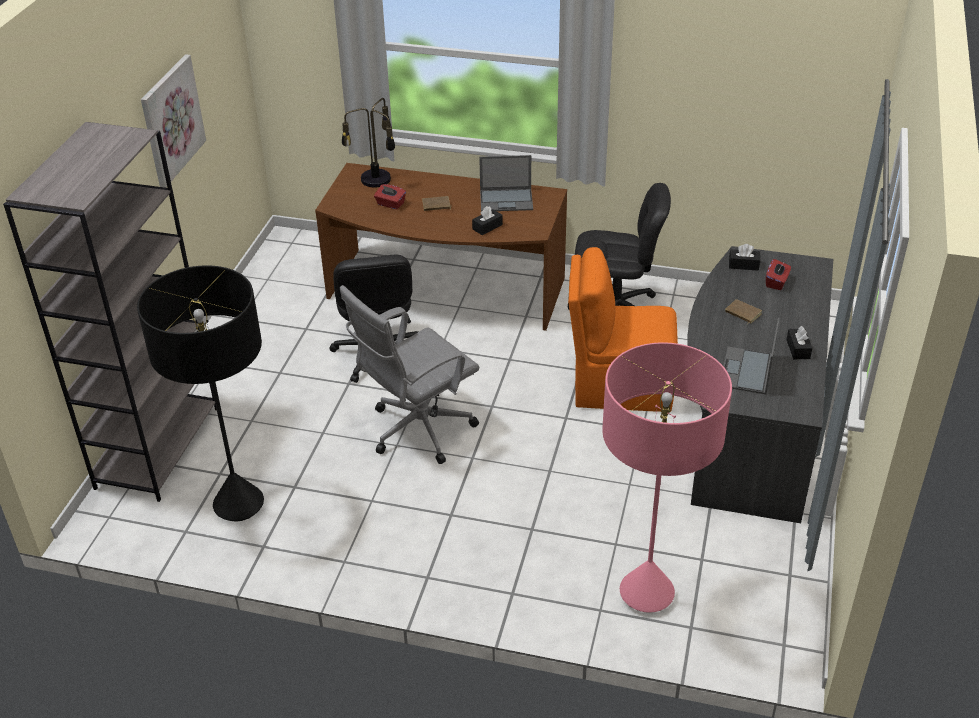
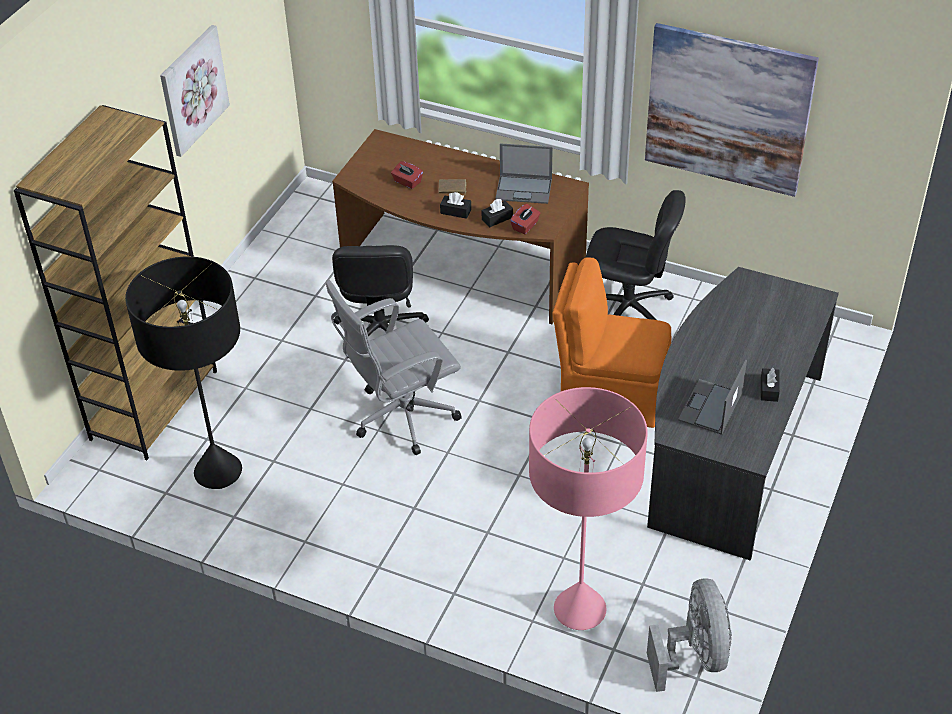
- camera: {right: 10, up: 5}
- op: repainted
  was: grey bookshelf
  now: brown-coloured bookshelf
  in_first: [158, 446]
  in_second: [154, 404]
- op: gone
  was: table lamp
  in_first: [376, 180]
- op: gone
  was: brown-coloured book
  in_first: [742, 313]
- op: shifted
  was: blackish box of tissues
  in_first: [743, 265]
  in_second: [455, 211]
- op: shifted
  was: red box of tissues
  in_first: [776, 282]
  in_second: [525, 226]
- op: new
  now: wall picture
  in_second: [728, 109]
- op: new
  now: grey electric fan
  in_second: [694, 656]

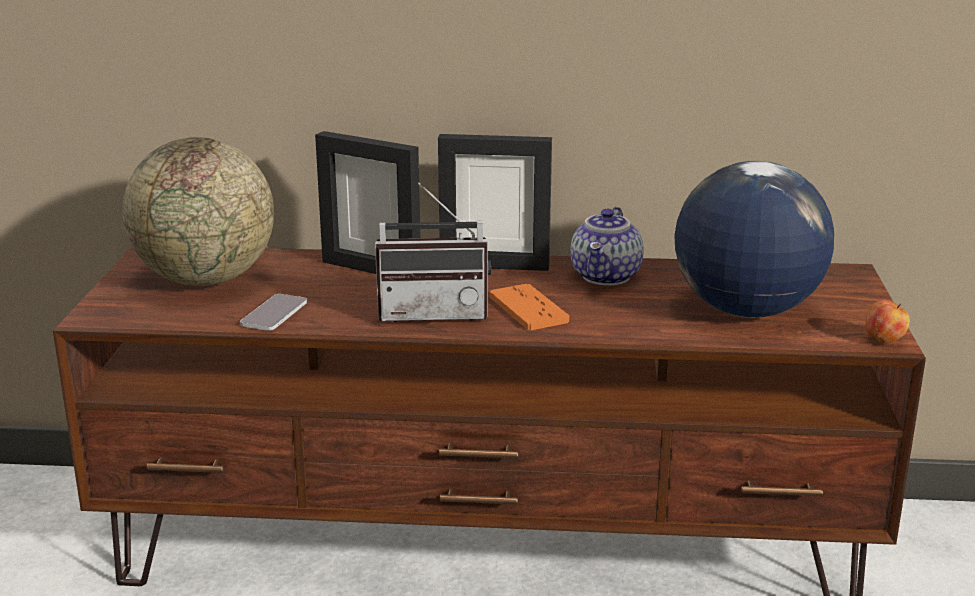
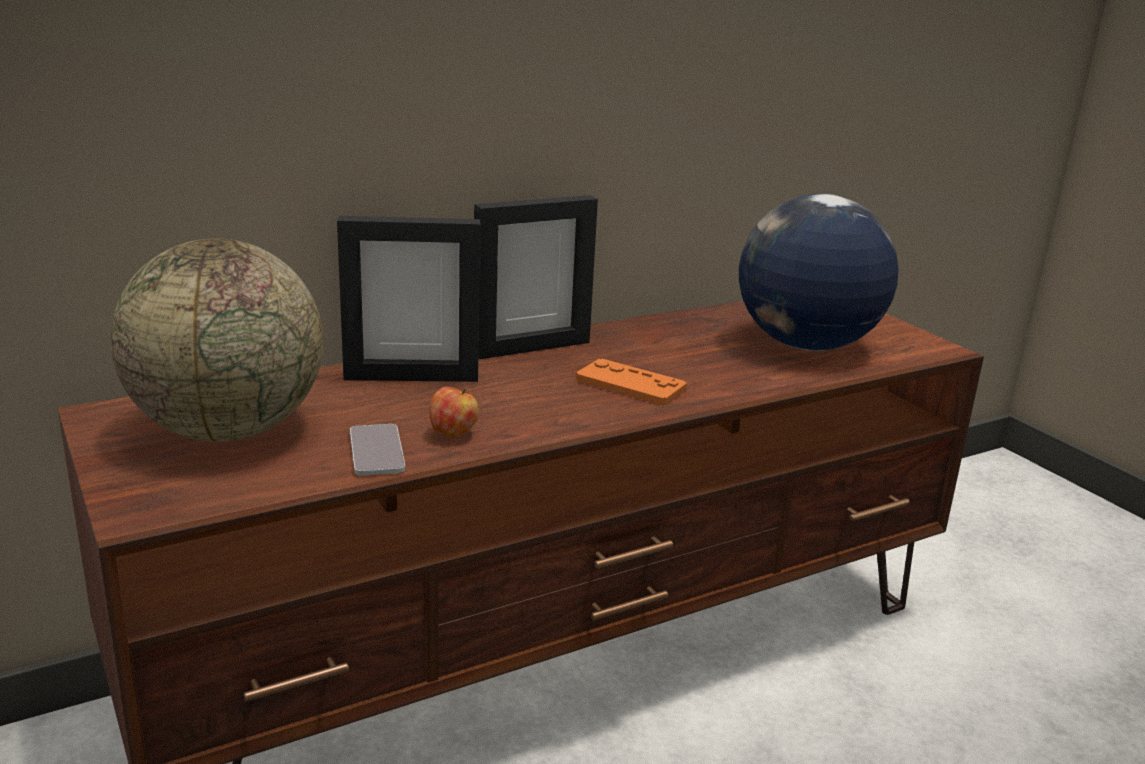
- camera: {right: -35, up: 0}
- op: gone
  was: radio
  in_first: [434, 313]
- op: gone
  was: pot for tea
  in_first: [607, 277]
- op: shifted
  was: apple
  in_first: [884, 340]
  in_second: [453, 434]

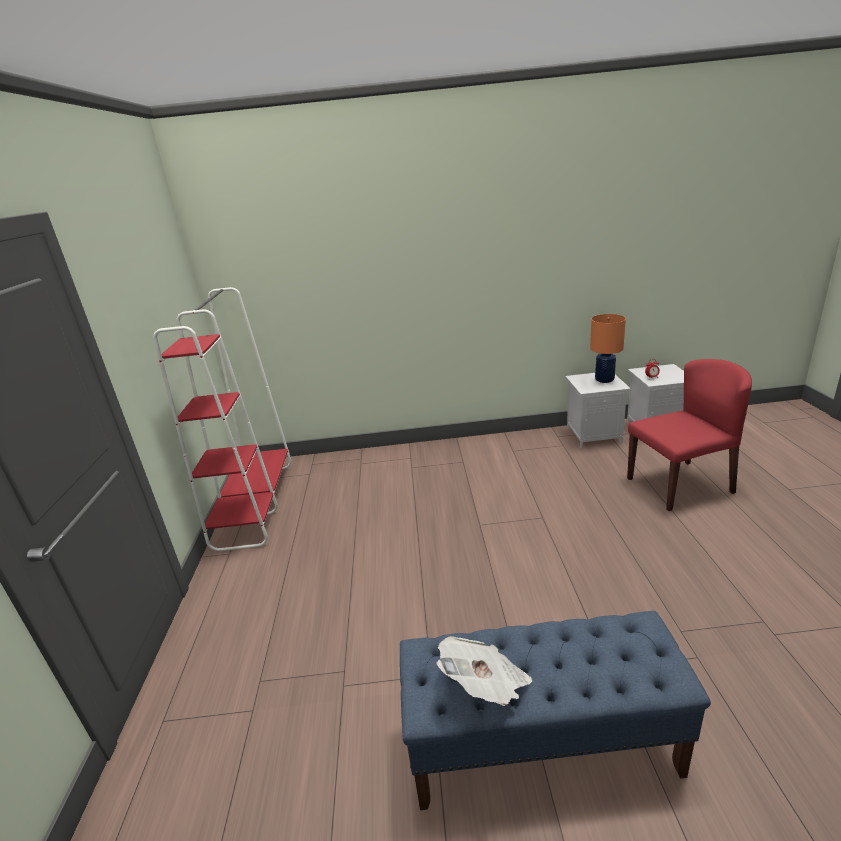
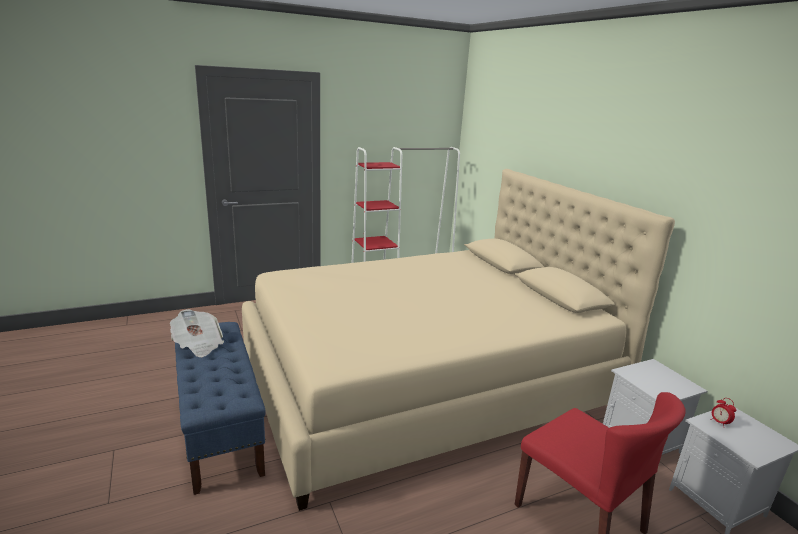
- camera: {right: 65, up: -5}
- op: gone
  was: orangey table lamp
  in_first: [604, 381]
- op: new
  now: beige bed
  in_second: [426, 381]

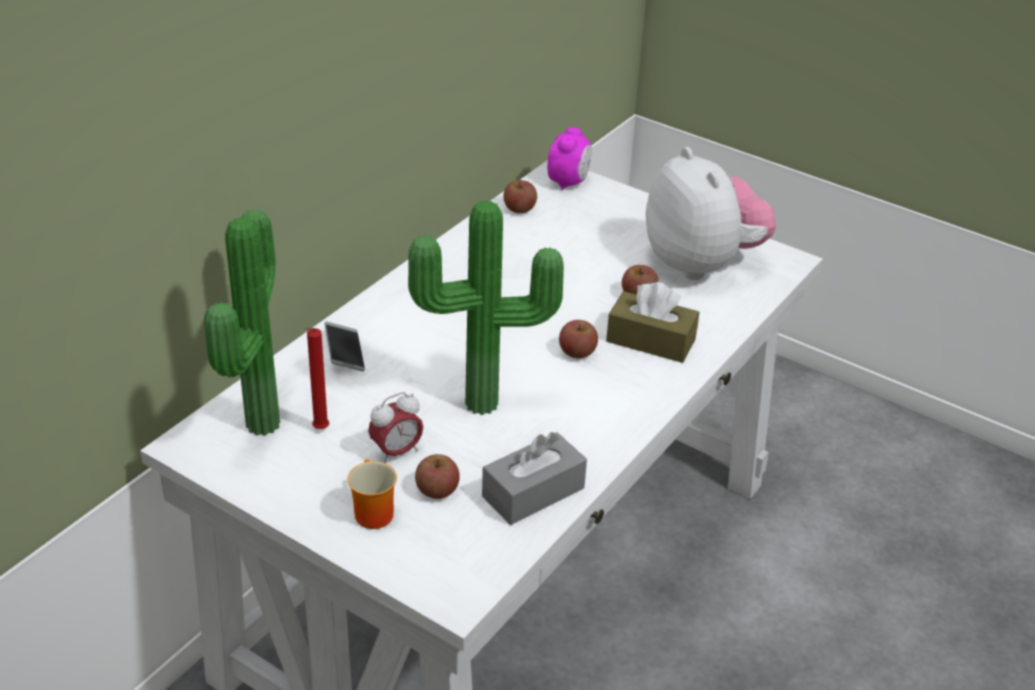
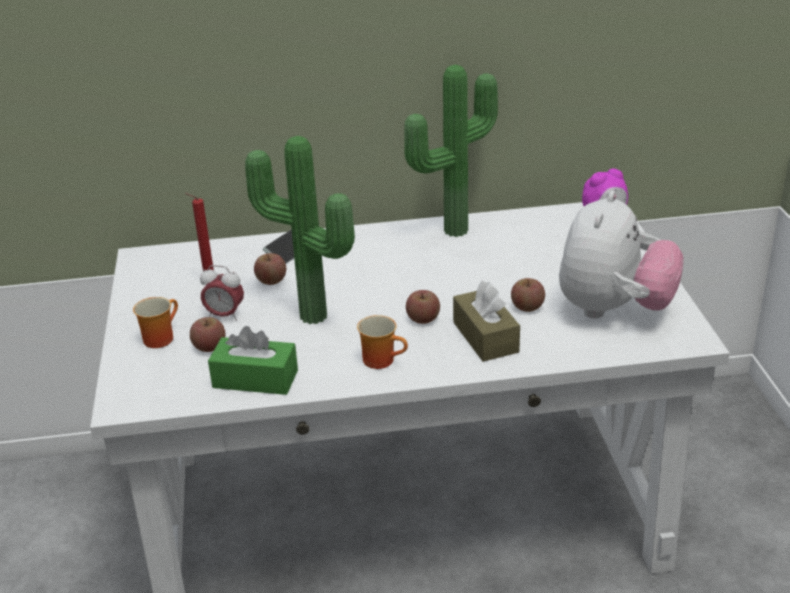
- camera: {right: 50, up: -5}
- op: shifted
  was: plant in a pot
  in_first: [256, 424]
  in_second: [452, 229]
- op: repainted
  was: grey box of tissues
  now: green-coloured box of tissues
  in_first: [533, 492]
  in_second: [255, 379]
- op: shifted
  was: apple
  in_first: [519, 209]
  in_second: [271, 280]
- op: new
  now: tea mug
  in_second: [383, 359]

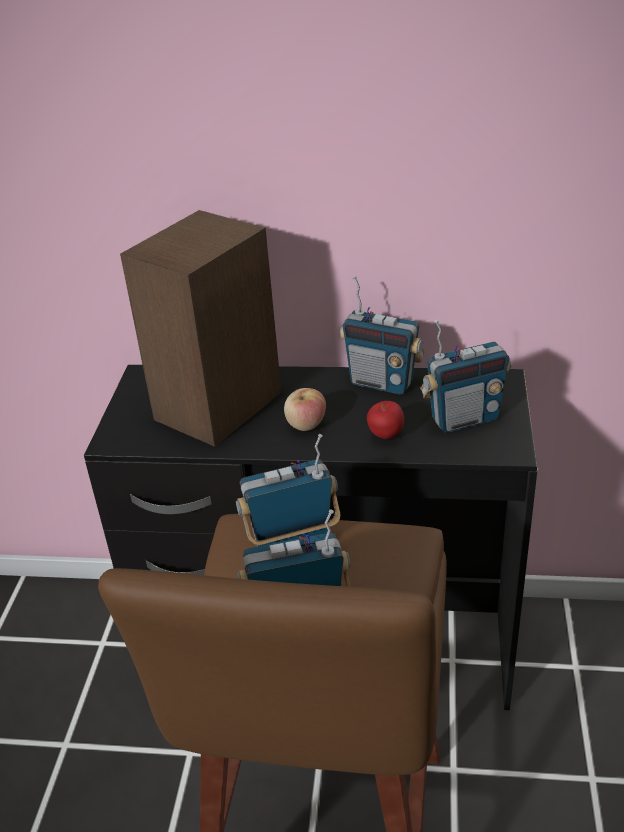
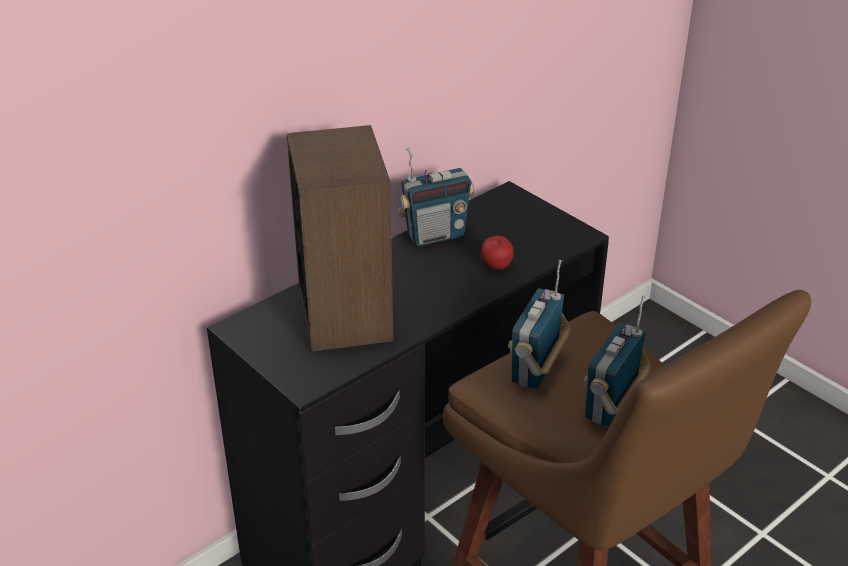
- camera: {right: -50, up: 0}
- op: gone
  was: apple
  in_first: [306, 424]
- op: gone
  was: radio
  in_first: [464, 418]

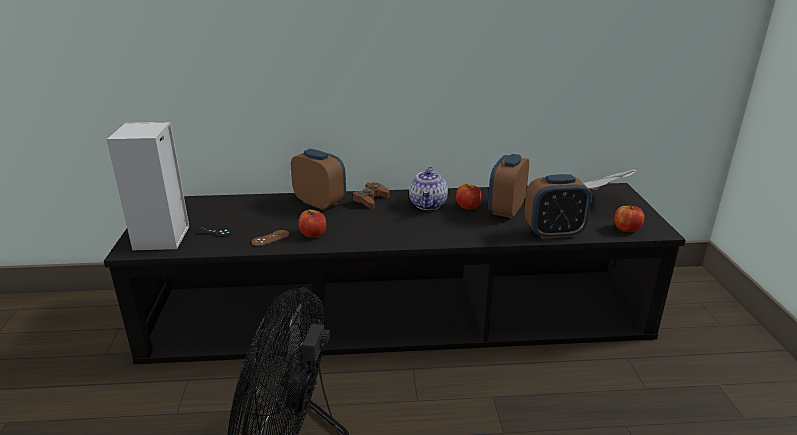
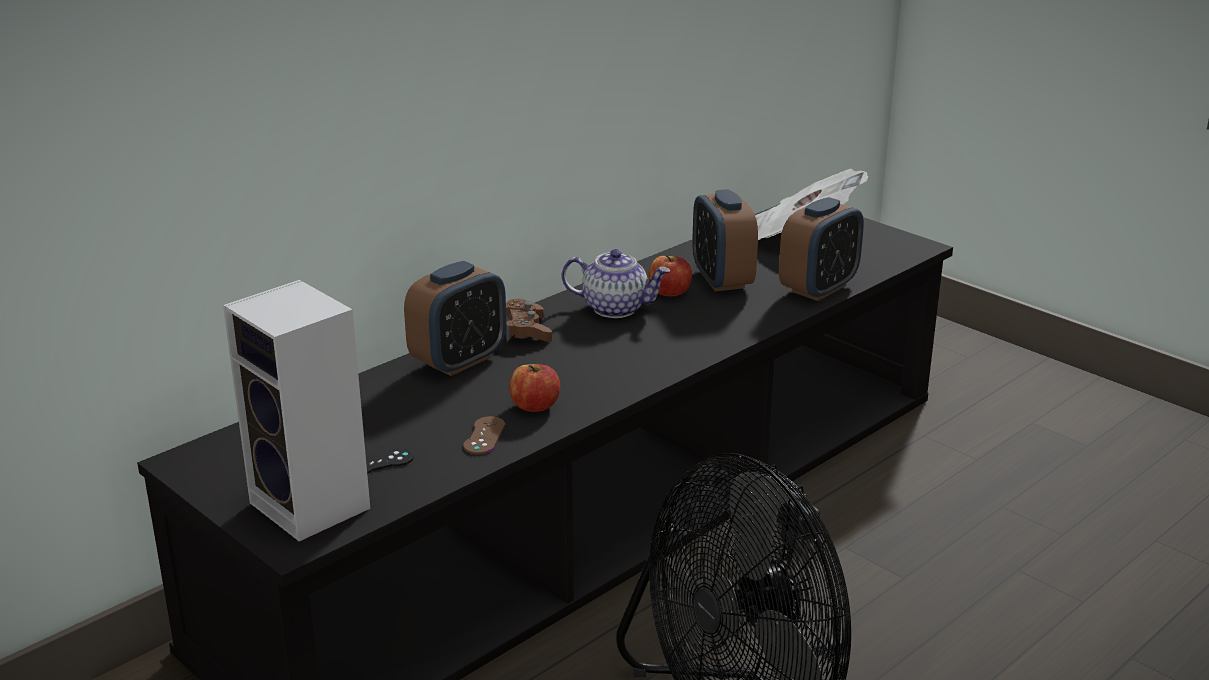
- camera: {right: -40, up: 0}
- op: rotated
  was: bedside clock
  in_first: [320, 203]
  in_second: [459, 361]
  clockwise: 135
- op: rotated
  was: pot for tea
  in_first: [428, 205]
  in_second: [616, 308]
  clockwise: -45
- op: gone
  was: apple
  in_first: [626, 229]

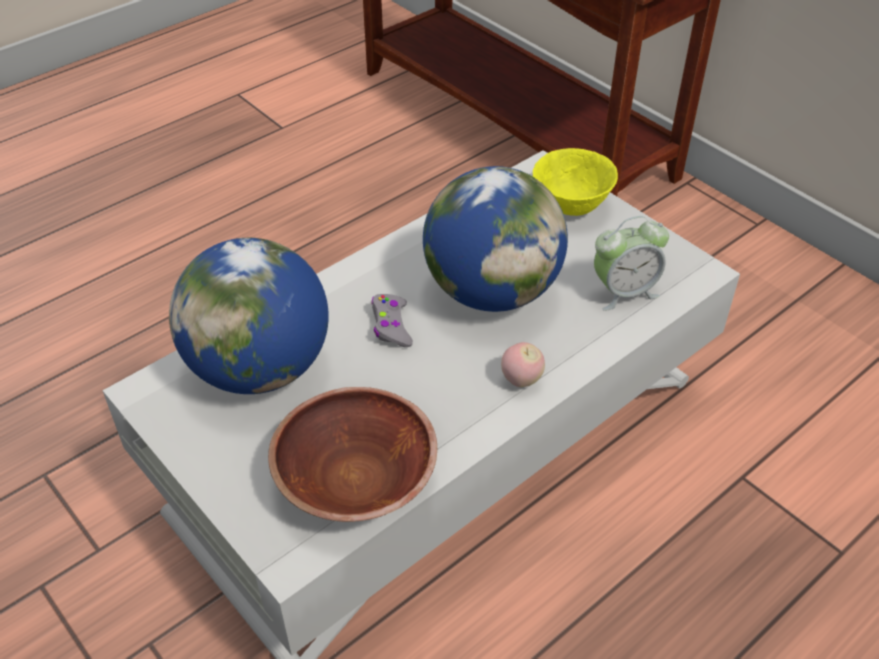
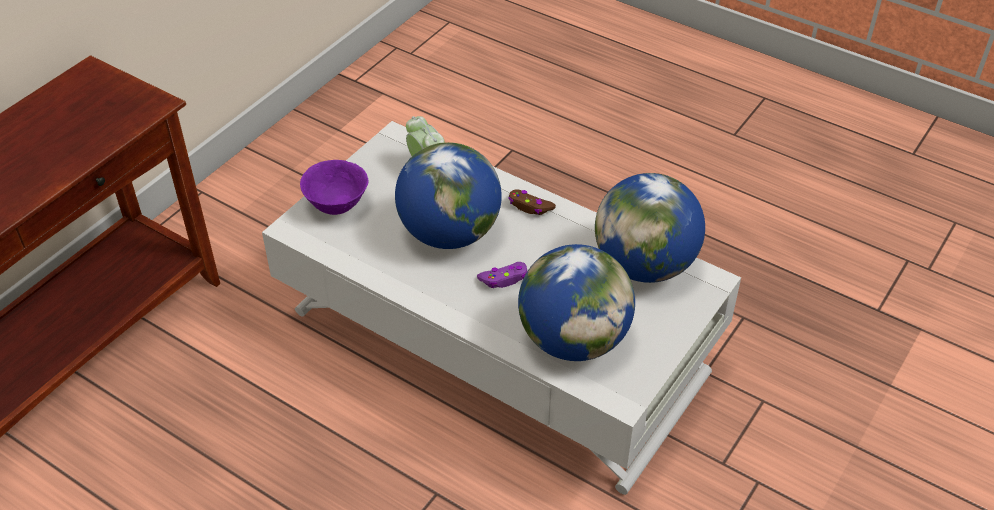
- camera: {right: -105, up: 0}
- op: swapped
  was: brown-coloured deep dish
  now: desk globe
  in_first: [356, 481]
  in_second: [644, 265]
- op: repainted
  was: grey game controller
  now: purplish game controller
  in_first: [391, 326]
  in_second: [504, 279]
- op: swapped
  was: apple
  now: brown-coloured game controller
  in_first: [521, 380]
  in_second: [530, 206]
- op: repainted
  was: yellow deep dish
  now: purplish deep dish
  in_first: [570, 206]
  in_second: [337, 206]

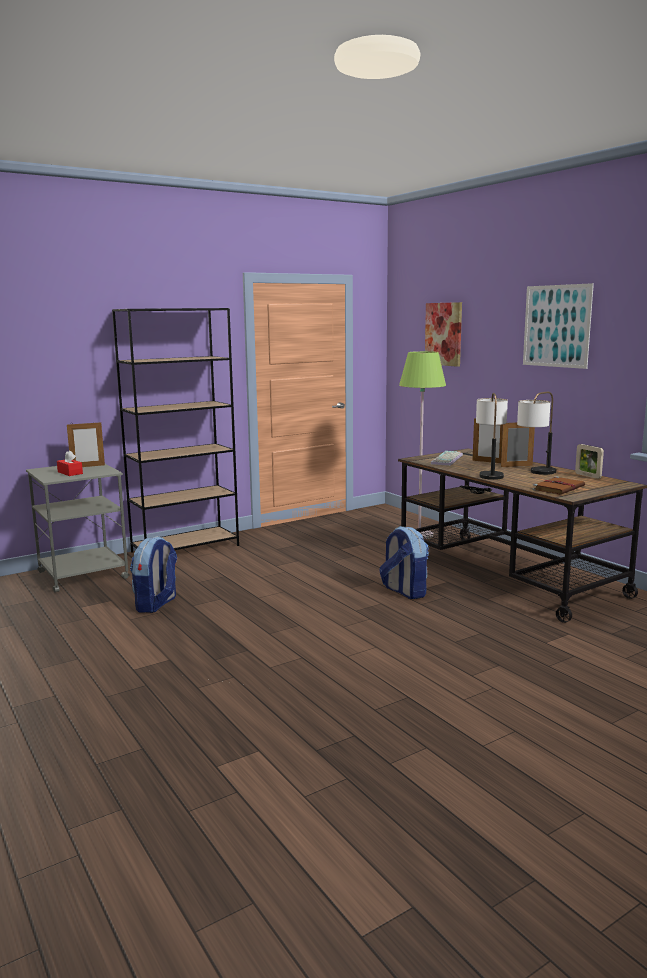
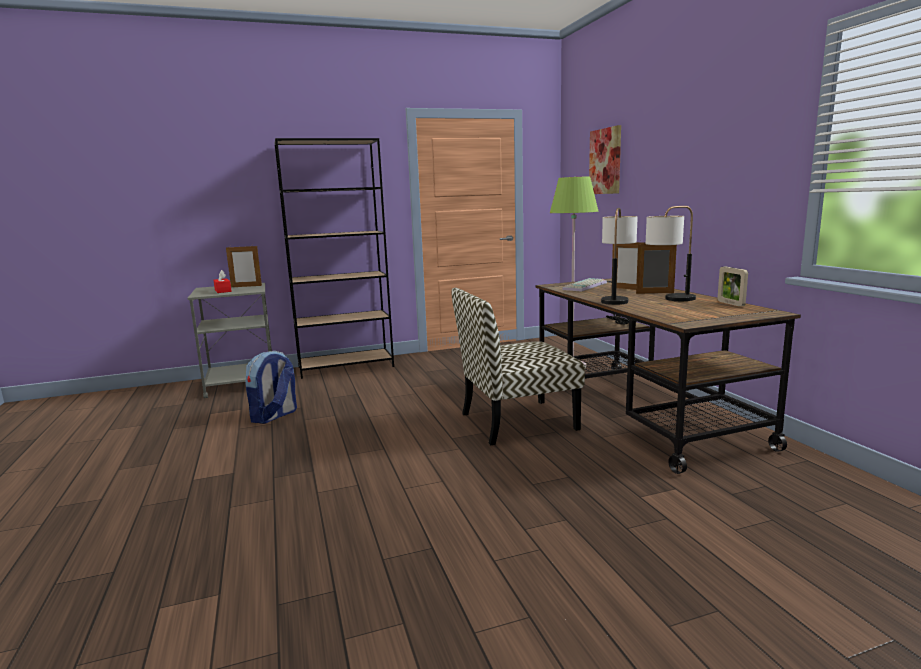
- camera: {right: 15, up: 0}
- op: swapped
  was: knapsack
  now: chair
  in_first: [404, 591]
  in_second: [516, 422]
- op: gone
  was: wall picture
  in_first: [556, 326]
- op: gone
  was: brown-coloured book
  in_first: [559, 488]

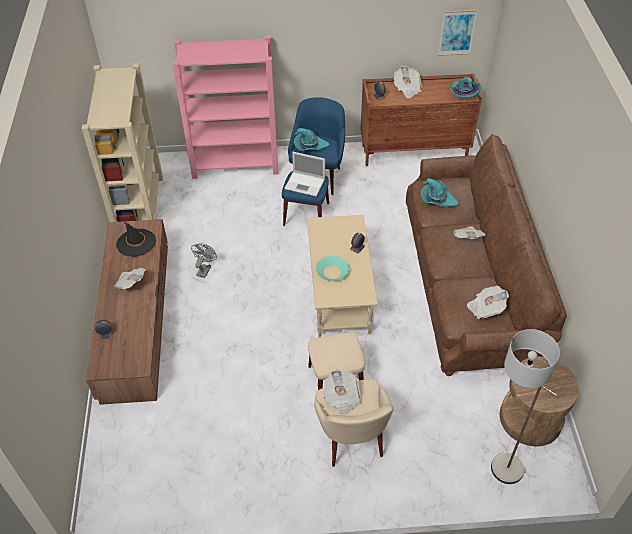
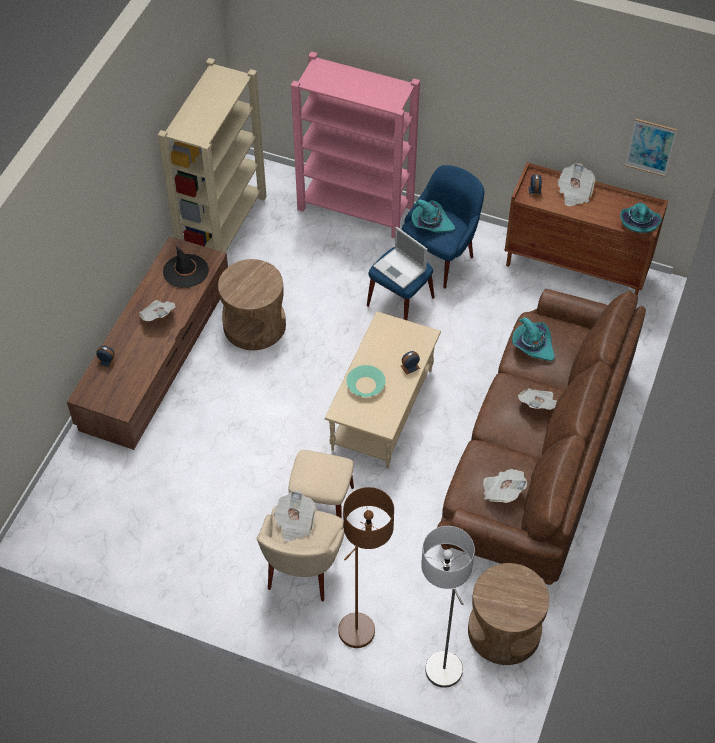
- camera: {right: 25, up: 5}
- op: swapped
  was: grey electric fan
  now: brown-coloured side table
  in_first: [204, 269]
  in_second: [254, 325]
- op: new
  now: brown-coloured standing lamp
  in_second: [363, 623]

